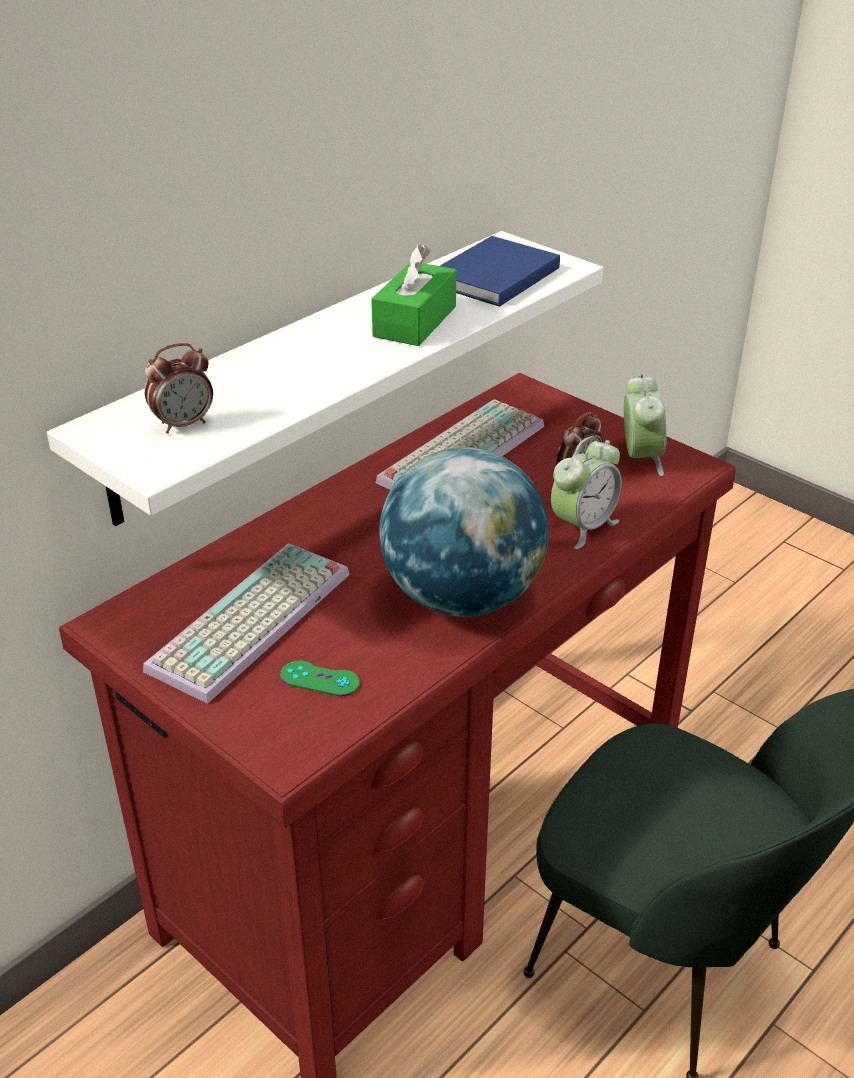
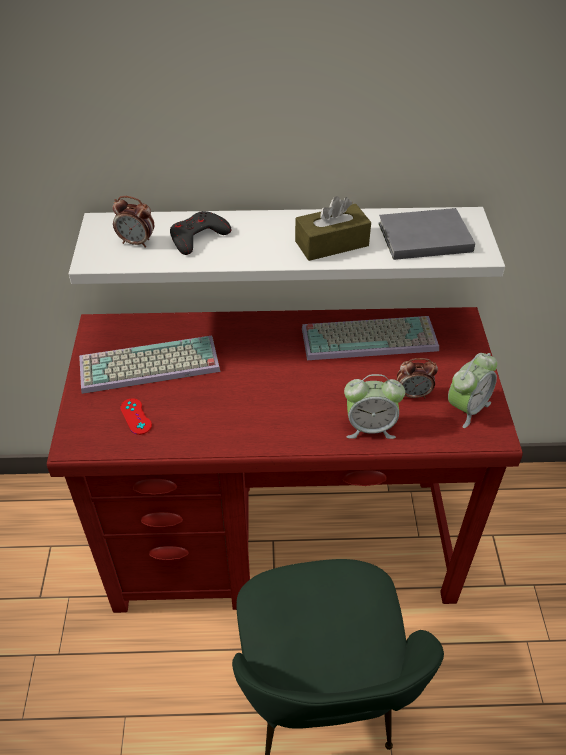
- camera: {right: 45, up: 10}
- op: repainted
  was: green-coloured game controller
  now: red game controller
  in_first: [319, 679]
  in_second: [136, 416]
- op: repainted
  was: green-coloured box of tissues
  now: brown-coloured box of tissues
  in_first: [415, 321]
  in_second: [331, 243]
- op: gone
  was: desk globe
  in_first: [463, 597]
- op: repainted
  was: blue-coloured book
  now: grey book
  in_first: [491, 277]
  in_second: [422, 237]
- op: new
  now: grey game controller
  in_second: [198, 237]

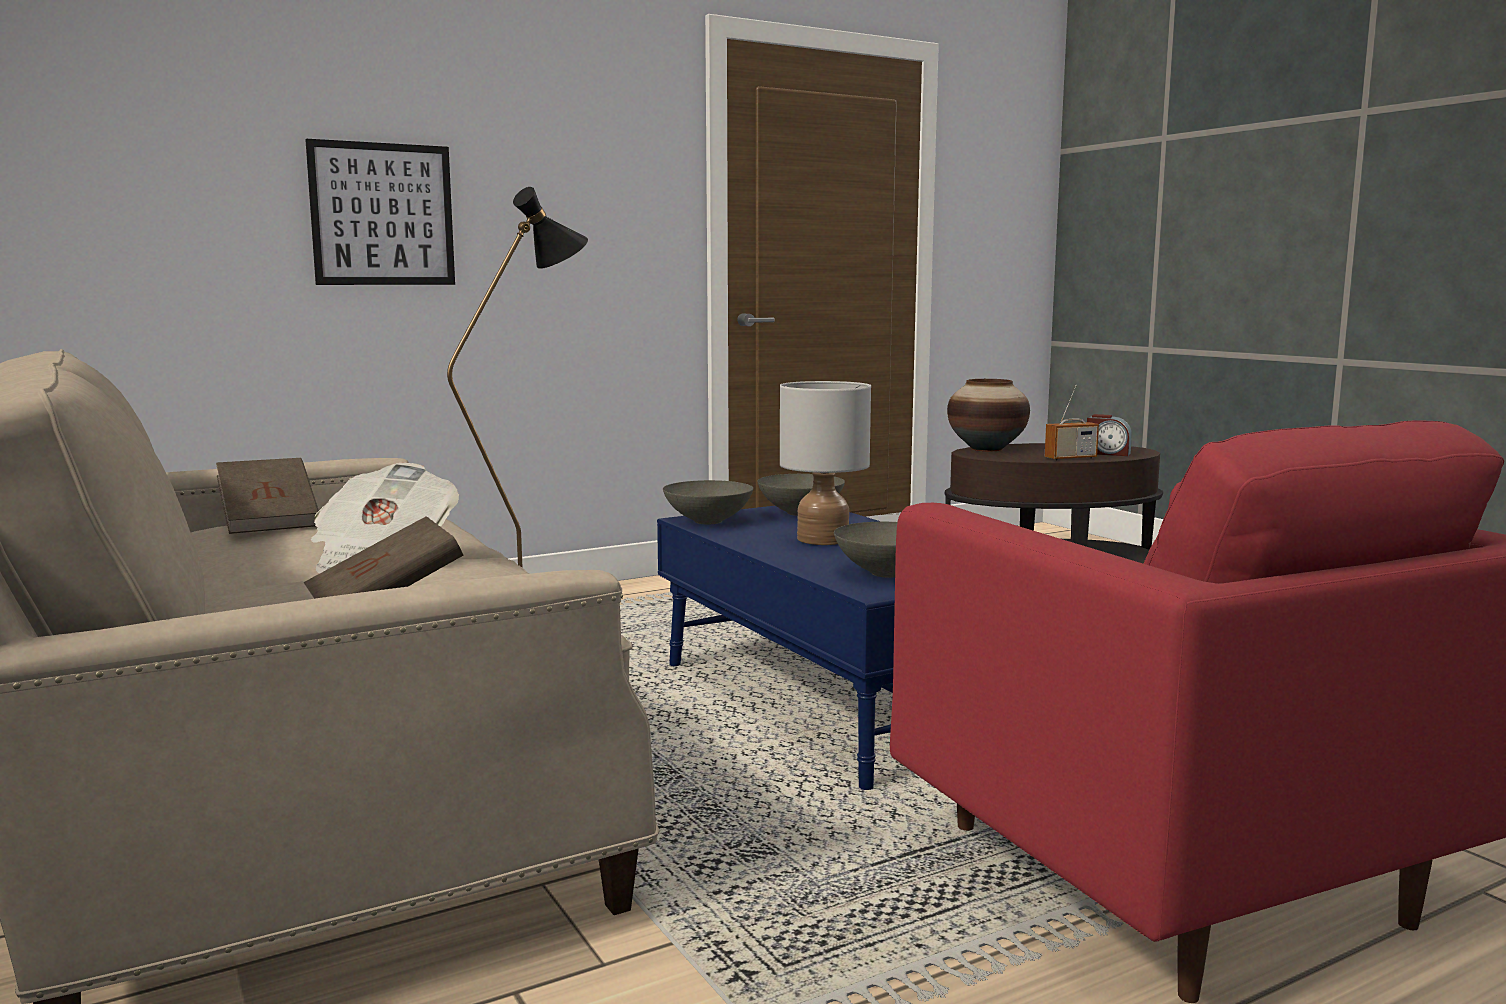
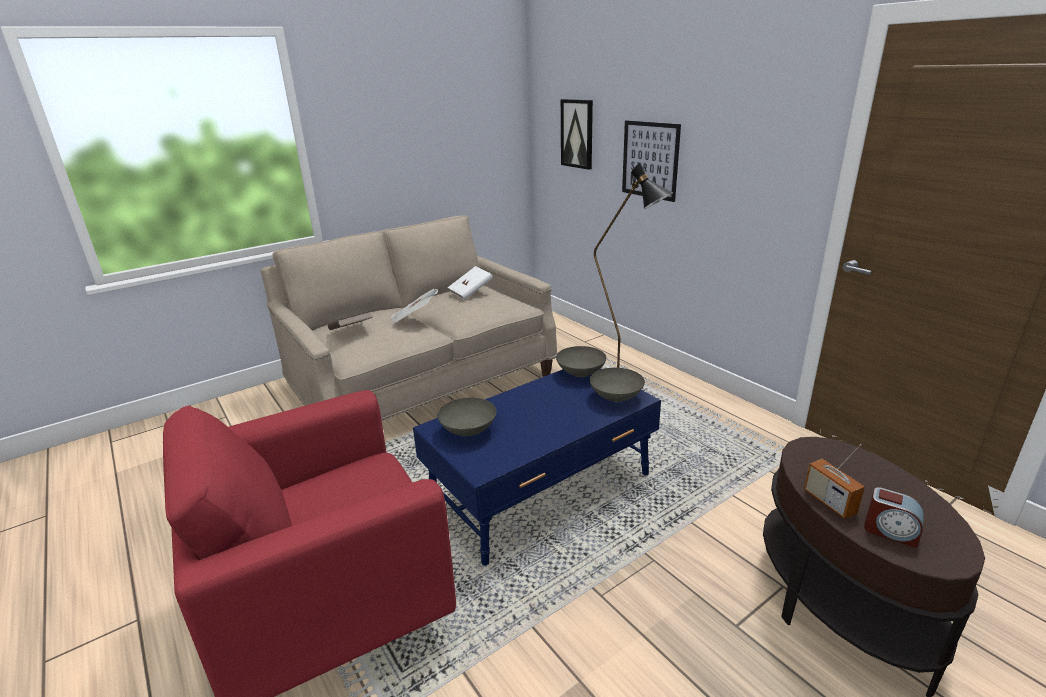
- camera: {right: 85, up: 15}
- op: repainted
  was: brown-coloured book
  now: whitish book
  in_first: [270, 522]
  in_second: [471, 292]
- op: gone
  was: grey table lamp
  in_first: [823, 539]
- op: gone
  was: vase
  in_first: [986, 449]
- op: rotated
  was: bedside clock
  in_first: [1107, 453]
  in_second: [890, 531]
  clockwise: -75
- op: new
  now: wall picture
  in_second: [577, 134]

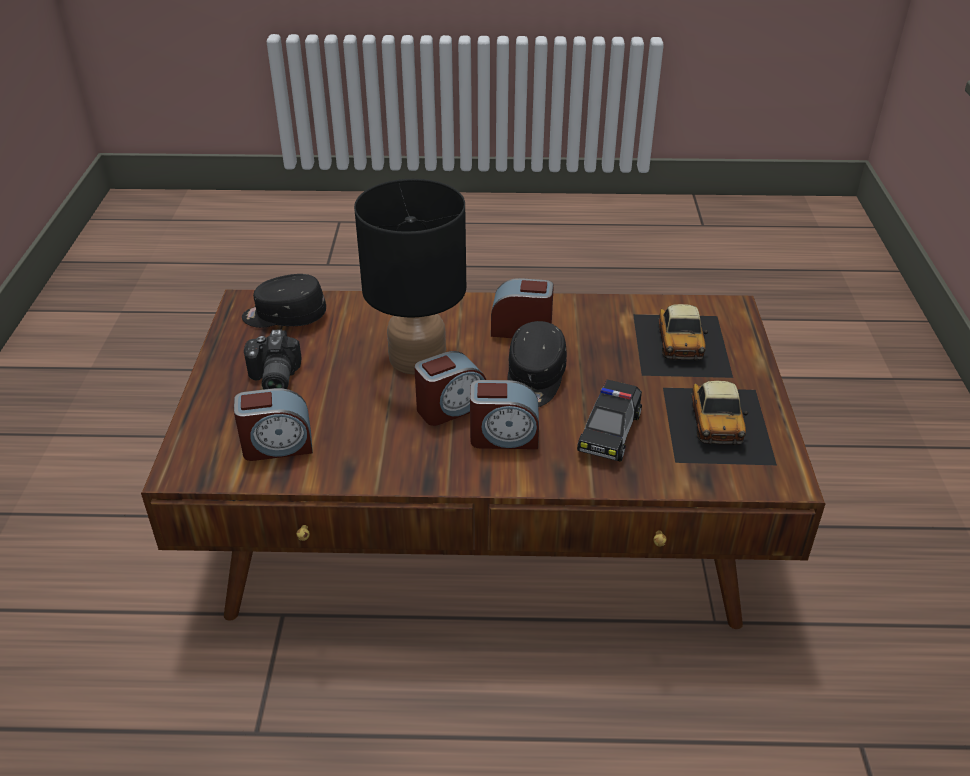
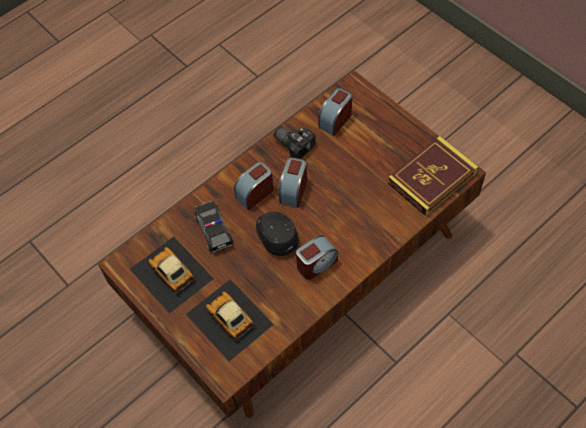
- camera: {right: 140, up: 20}
- op: swapped
  was: blackish peaked cap
  now: book
  in_first: [284, 317]
  in_second: [432, 178]
- op: shifted
  was: still camera
  in_first: [272, 379]
  in_second: [294, 144]
- op: gone
  was: blackish table lamp
  in_first: [418, 357]

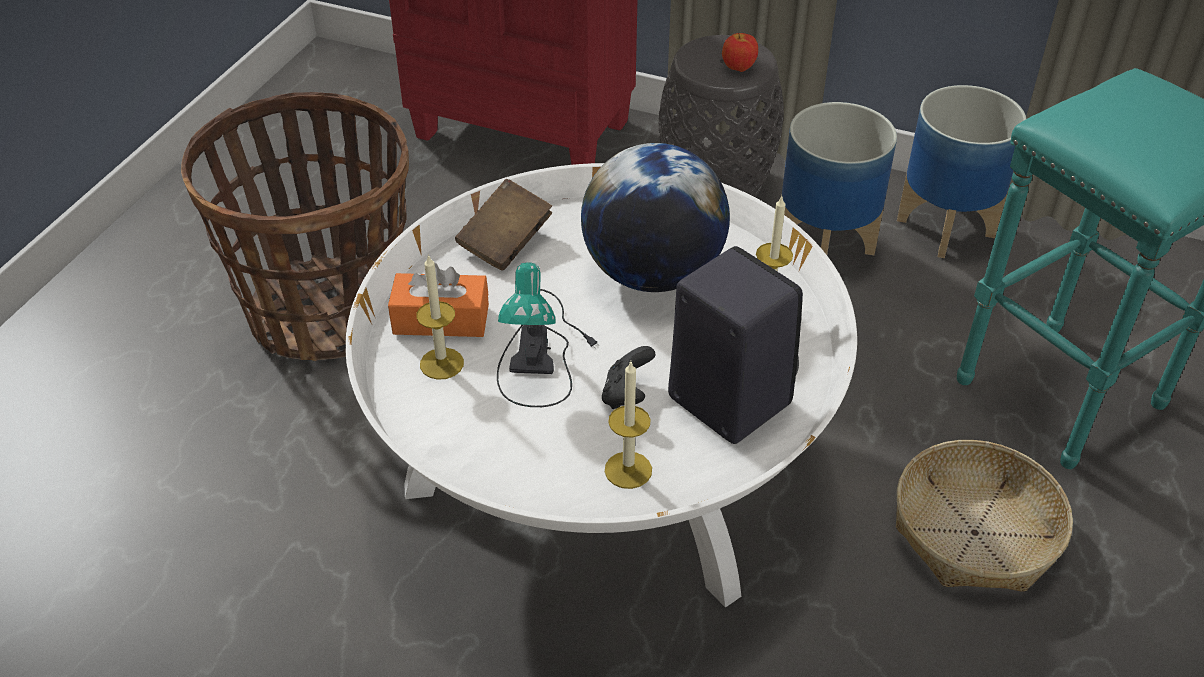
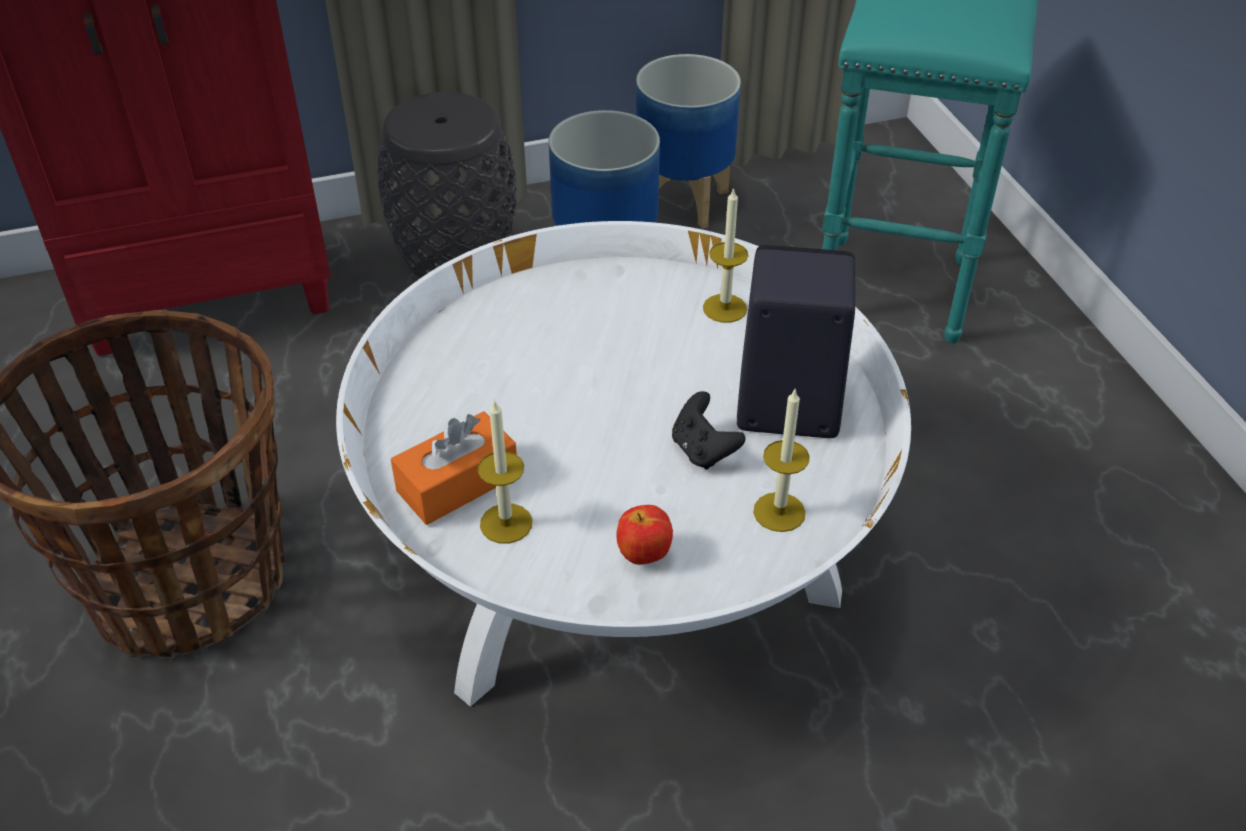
- camera: {right: -40, up: 0}
- op: gone
  was: brown-coloured book
  in_first: [505, 242]
- op: gone
  was: table lamp
  in_first: [541, 350]
- op: gone
  was: desk globe
  in_first: [653, 274]
- op: shifted
  was: apple
  in_first: [738, 68]
  in_second: [644, 556]
- op: gone
  was: storage basket
  in_first: [975, 533]

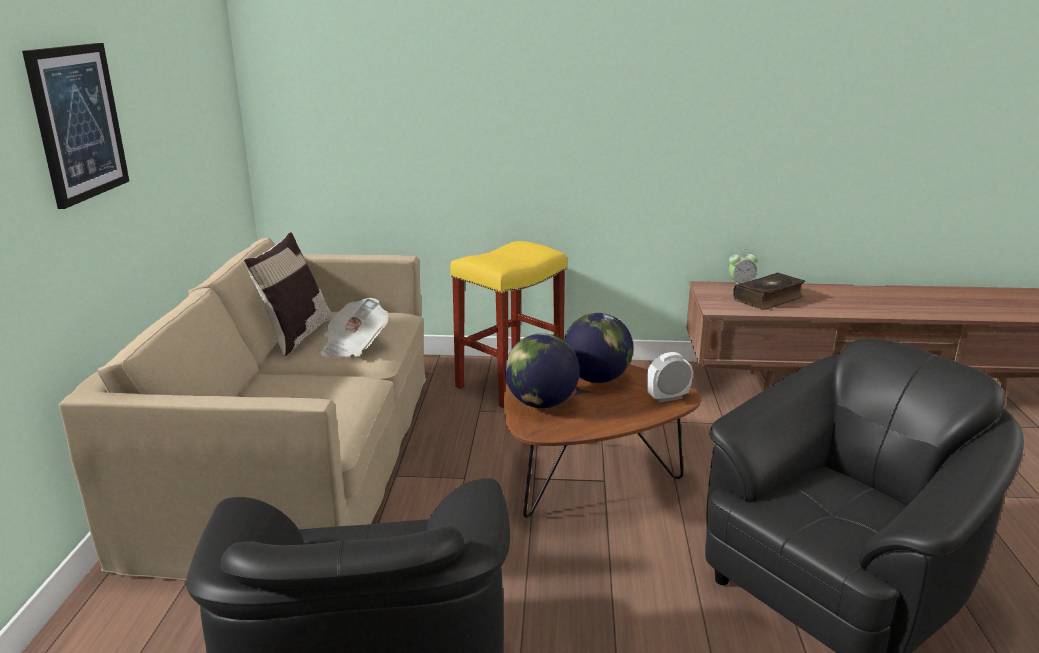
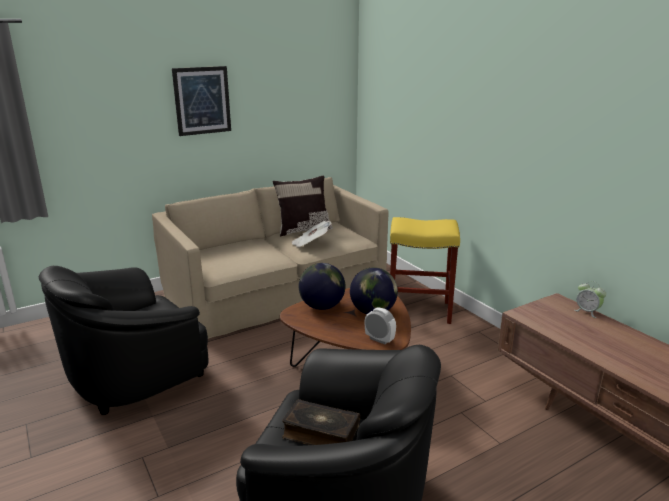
- camera: {right: 55, up: 0}
- op: shifted
  was: book
  in_first: [769, 299]
  in_second: [320, 433]

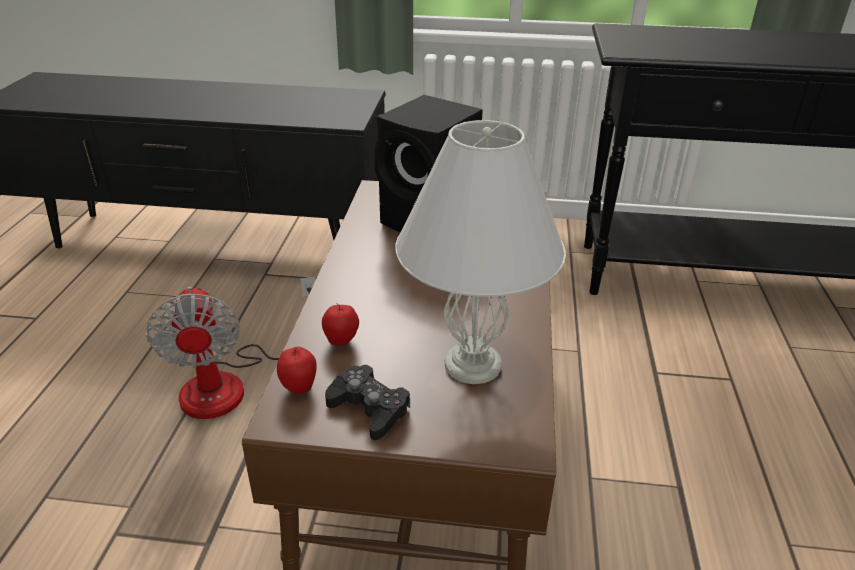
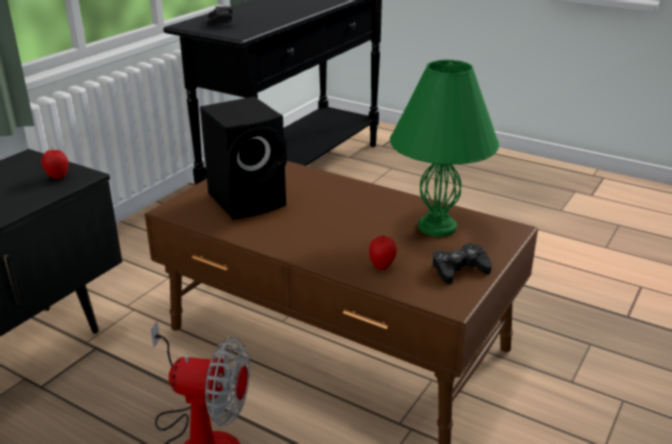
- camera: {right: -65, up: -5}
- op: shifted
  was: apple
  in_first: [299, 387]
  in_second: [57, 177]
- op: repainted
  was: whitish table lamp
  now: green-coloured table lamp
  in_first: [471, 365]
  in_second: [437, 227]
- op: new
  now: blackish game controller
  in_second: [221, 22]

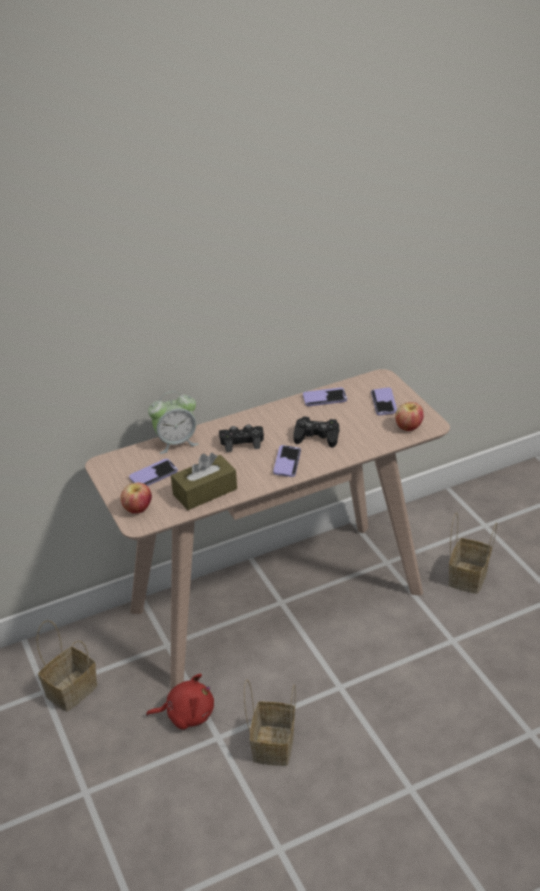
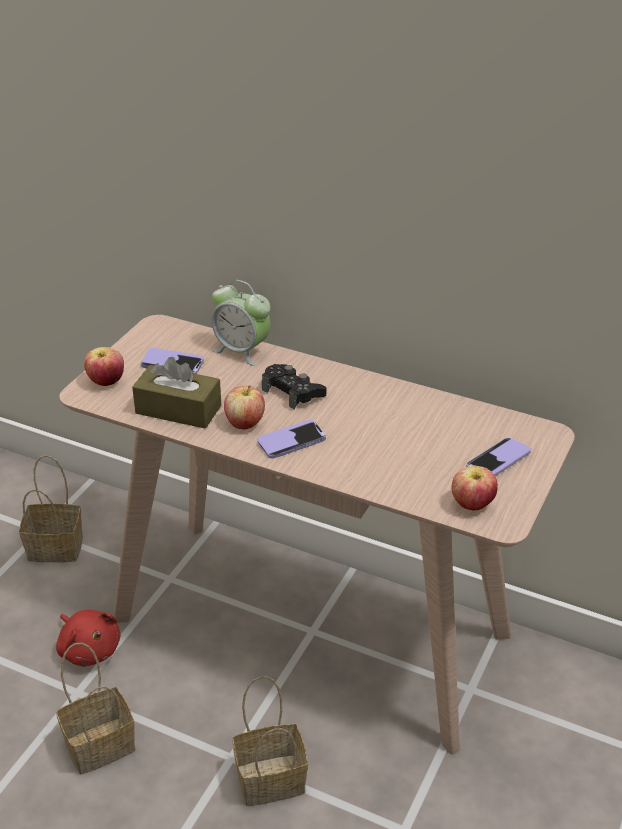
- camera: {right: 50, up: 0}
- op: gone
  was: blackish game controller
  in_first: [317, 437]
- op: gone
  was: telephone
  in_first: [324, 398]
- op: shifted
  was: storage basket
  in_first: [468, 578]
  in_second: [268, 782]
- op: new
  now: apple
  in_second: [245, 423]

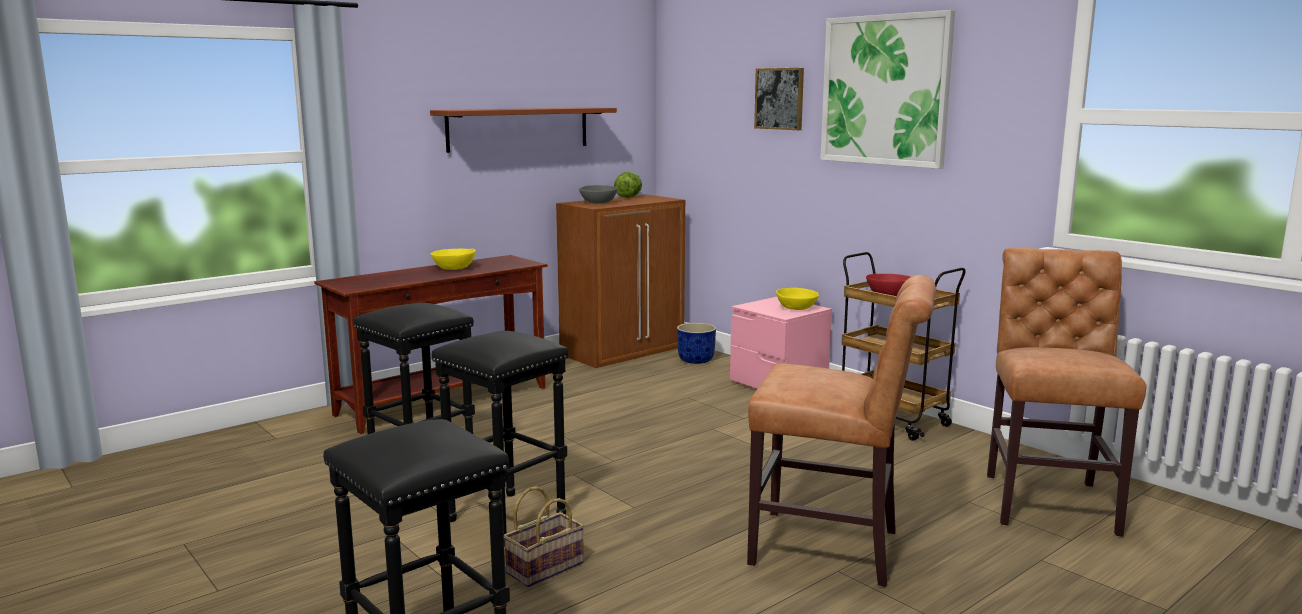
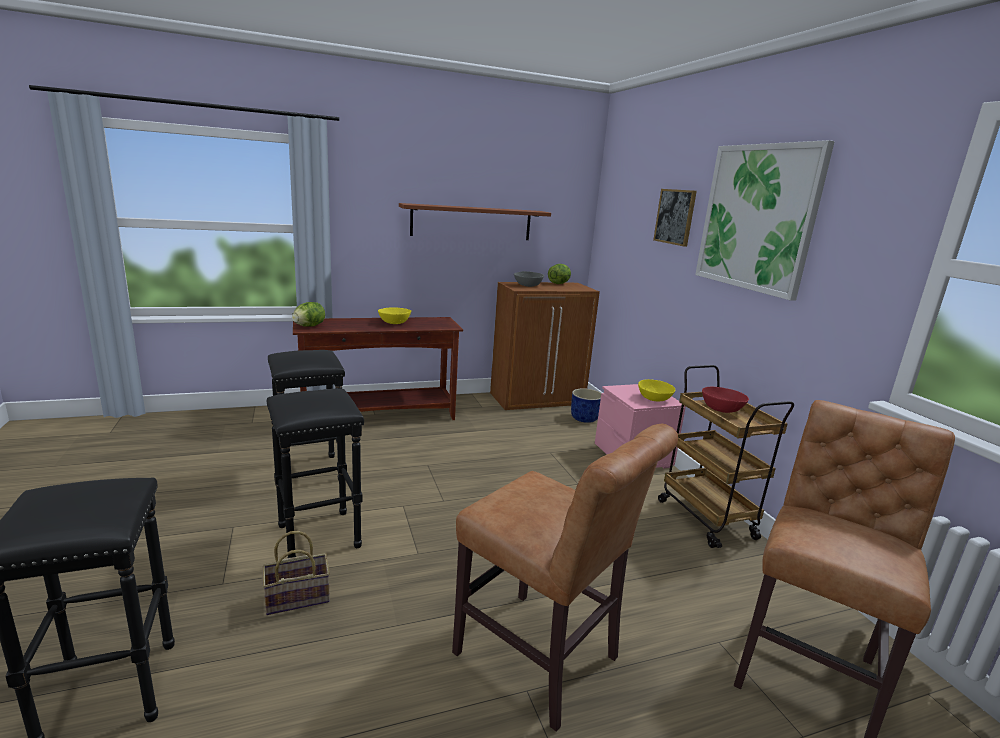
- camera: {right: 20, up: 5}
- op: new
  now: lettuce
  in_second: [309, 326]

